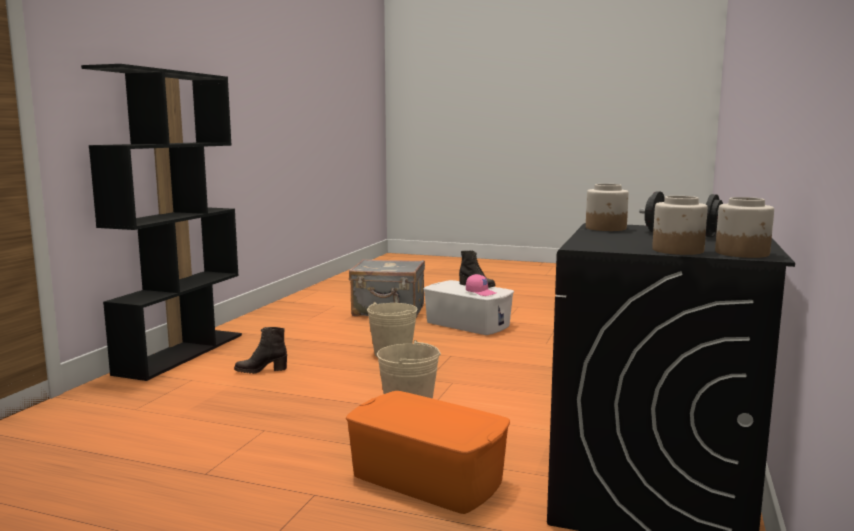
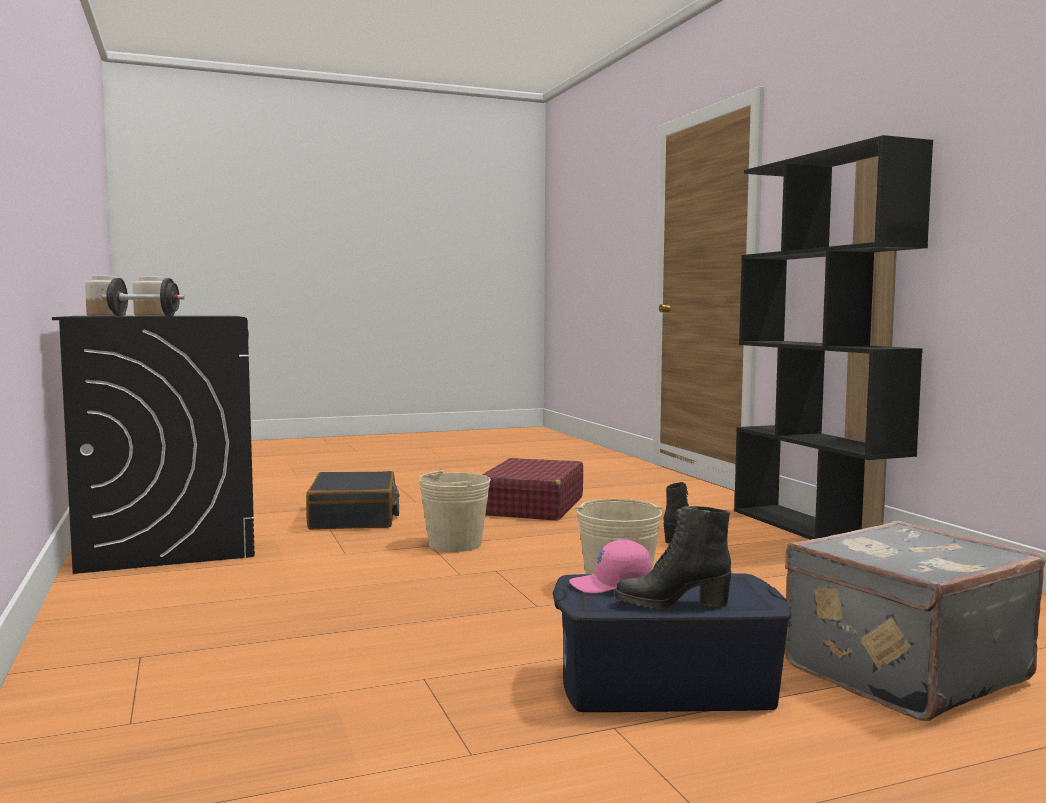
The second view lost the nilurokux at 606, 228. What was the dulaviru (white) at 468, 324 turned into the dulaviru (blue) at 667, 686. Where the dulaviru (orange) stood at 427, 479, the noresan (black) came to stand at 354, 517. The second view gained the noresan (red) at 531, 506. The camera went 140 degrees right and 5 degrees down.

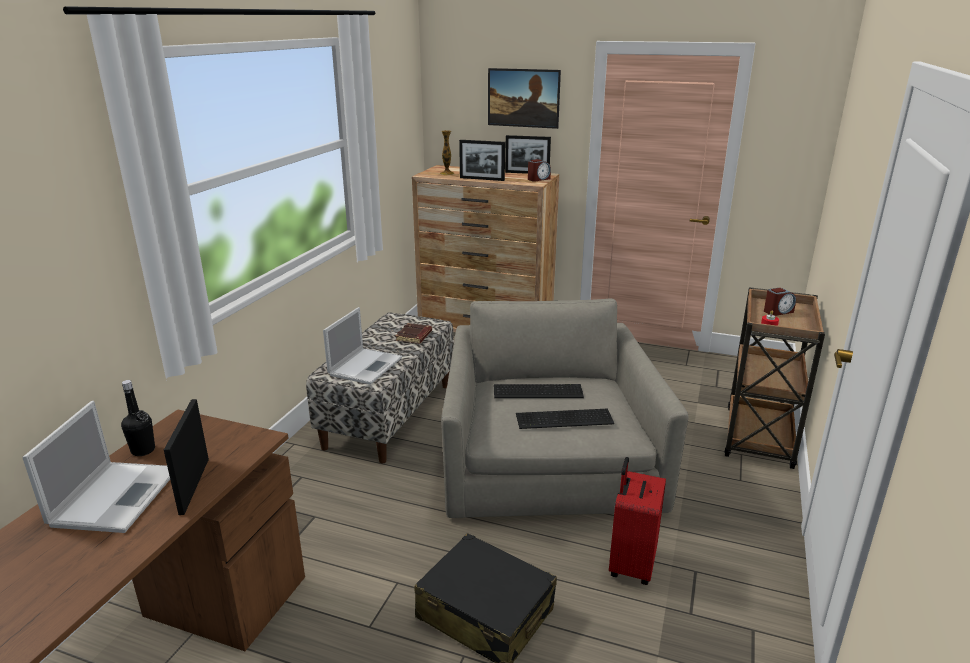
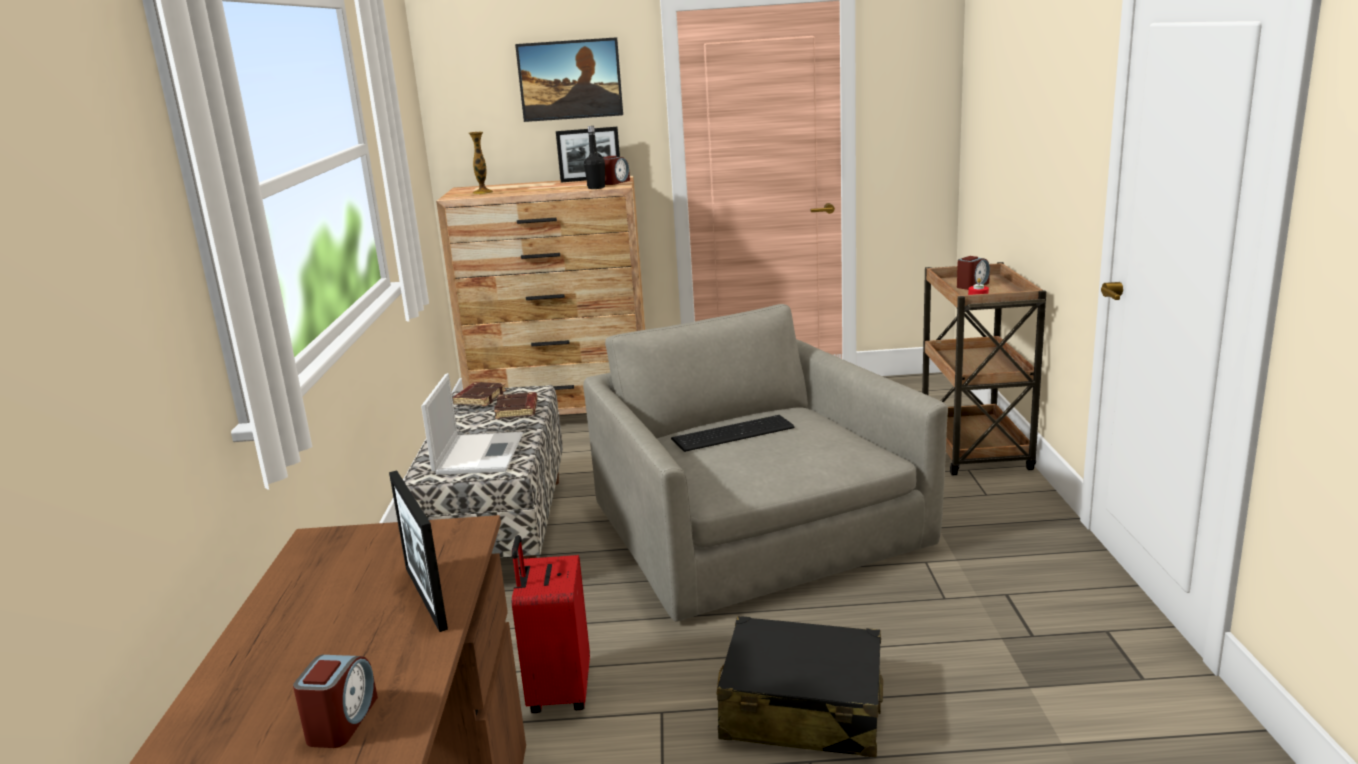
The second view lost the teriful at 482, 179. The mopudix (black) ended up elsewhere, having gone from 143, 450 to 596, 188. The second view lost the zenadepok at 117, 495. The second view lost the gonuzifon at 565, 419. The noresan (red) ended up elsewhere, having gone from 630, 564 to 558, 692. The second view gained the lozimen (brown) at 479, 398. The second view gained the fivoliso at 341, 721. The camera went 20 degrees left and 5 degrees down.

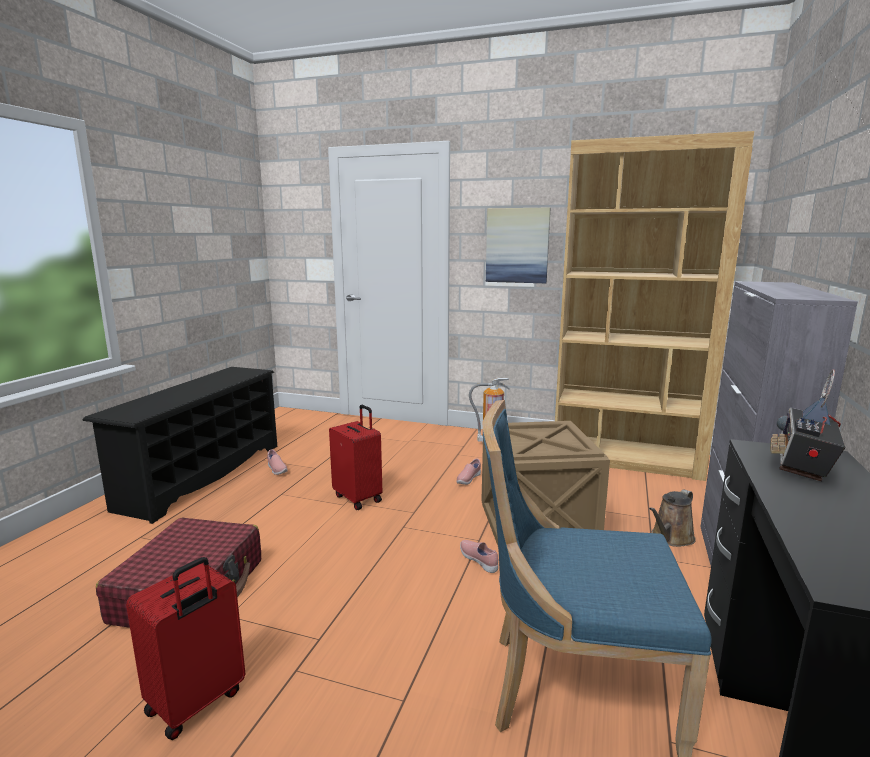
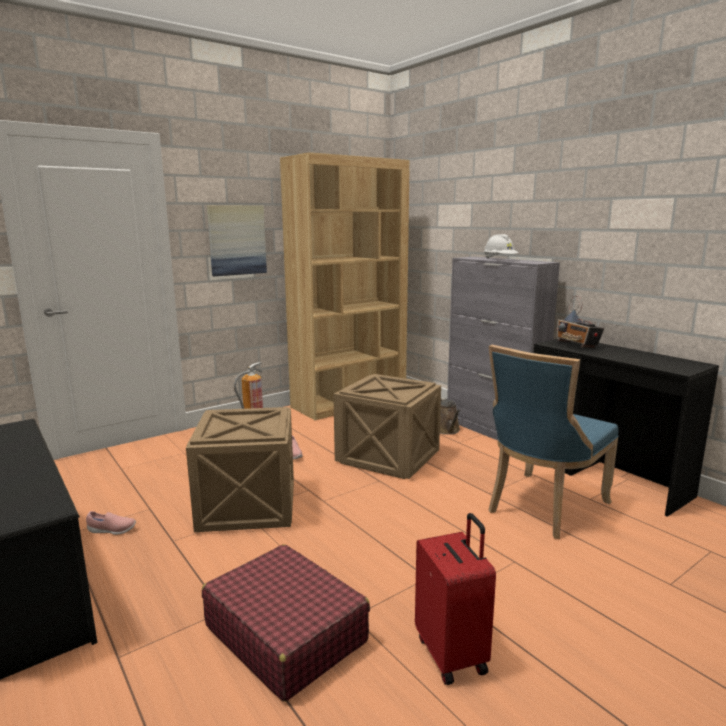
Where the noresan (red) stood at 359, 498, the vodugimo came to stand at 248, 505. The second view lost the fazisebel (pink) at 479, 561. The second view gained the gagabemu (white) at 499, 259. The camera went 55 degrees left and 0 degrees up.

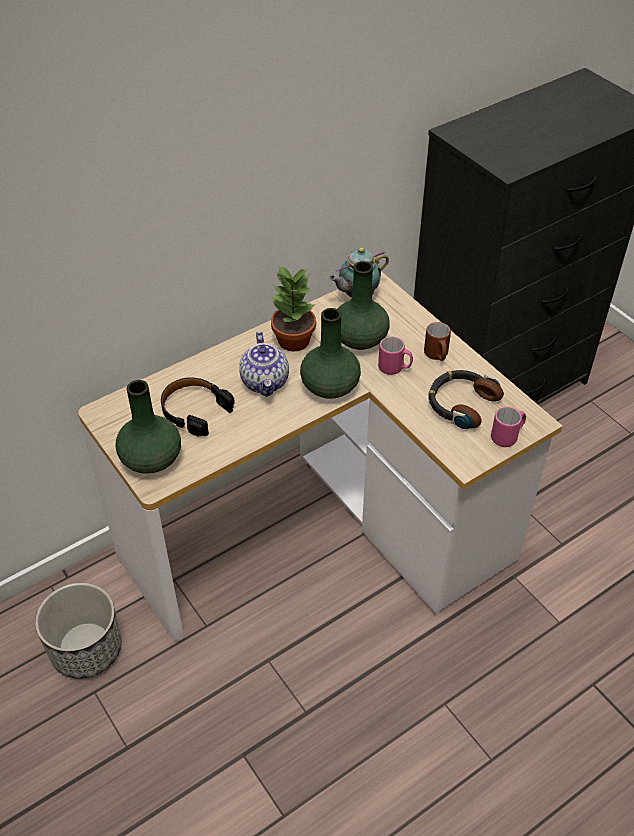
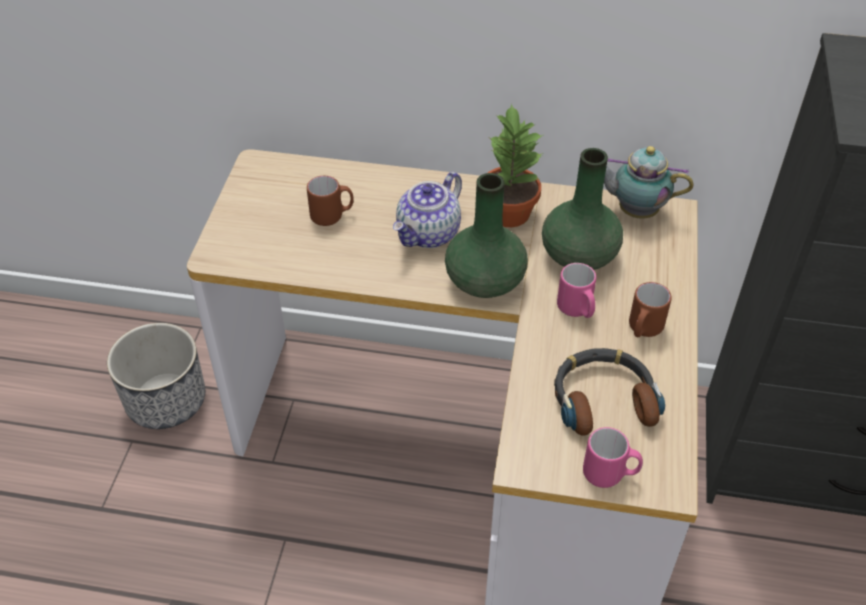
Where the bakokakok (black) stood at 194, 410, the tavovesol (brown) came to stand at 332, 216. The second view lost the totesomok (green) at 151, 458. The camera went 45 degrees right and 0 degrees up.

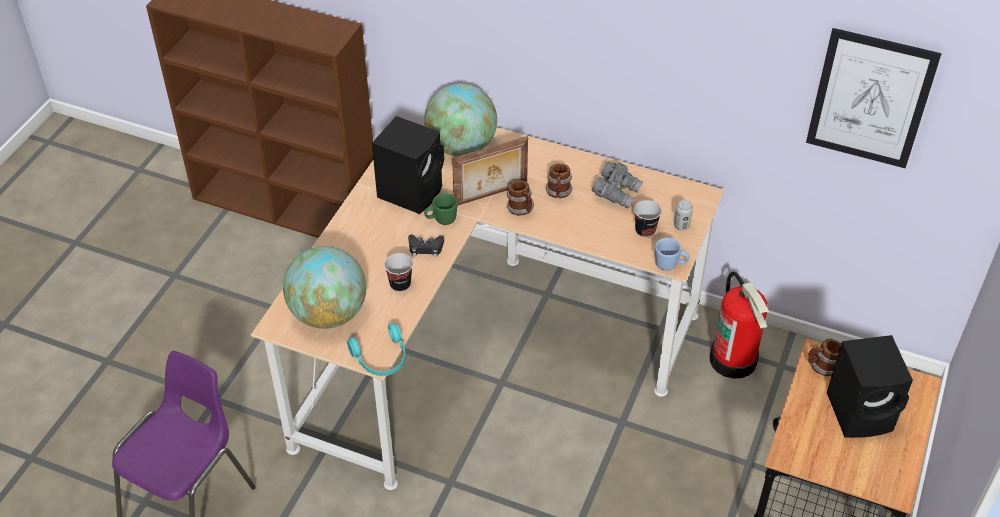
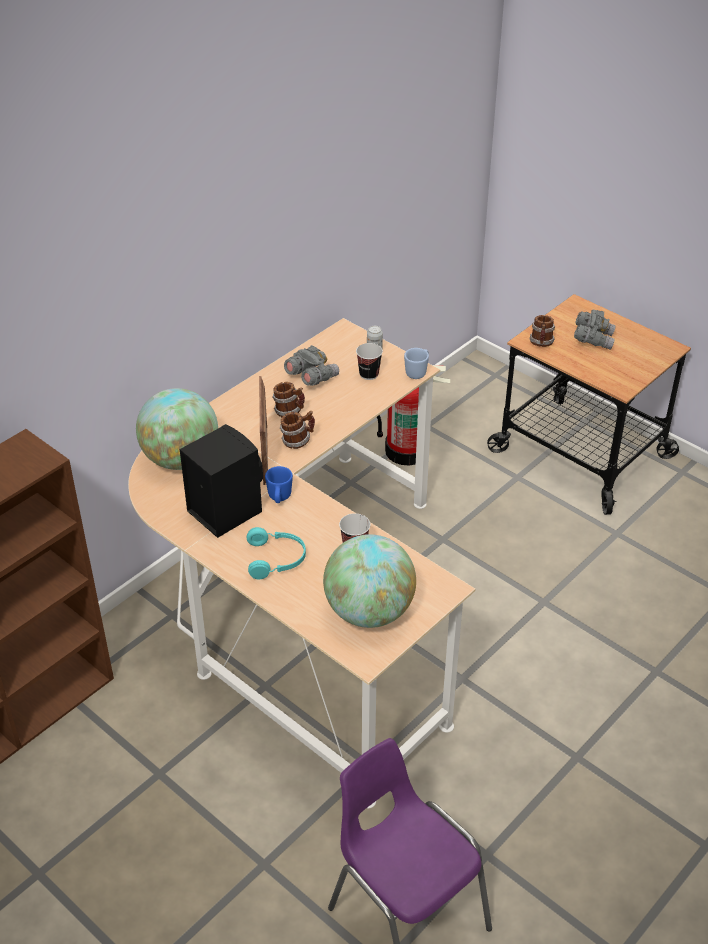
The second view lost the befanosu at 870, 99. What was the tavovesol (green) at 441, 220 turned into the tavovesol (blue) at 279, 498. The second view lost the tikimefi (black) at 425, 248. The bakokakok (turquoise) ended up elsewhere, having gone from 381, 358 to 276, 559. Where the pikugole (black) stood at 862, 412, the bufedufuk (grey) came to stand at 593, 339. The camera went 70 degrees left and 5 degrees down.

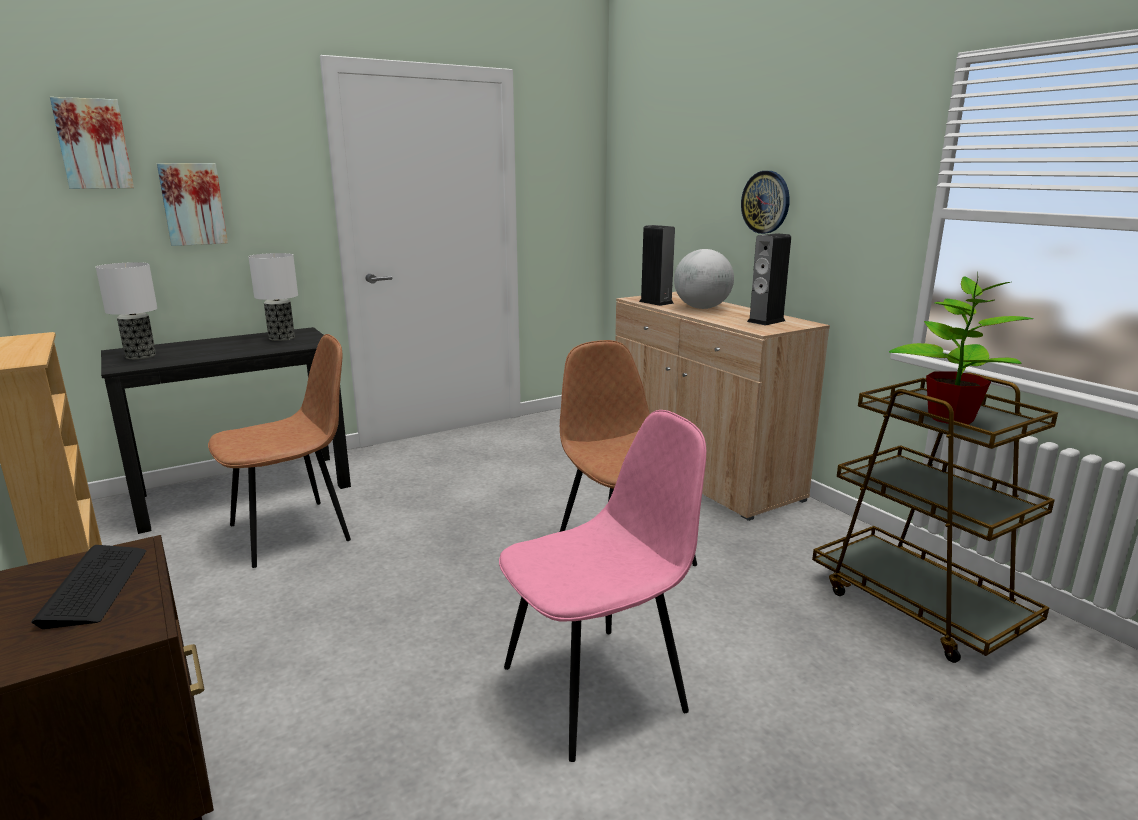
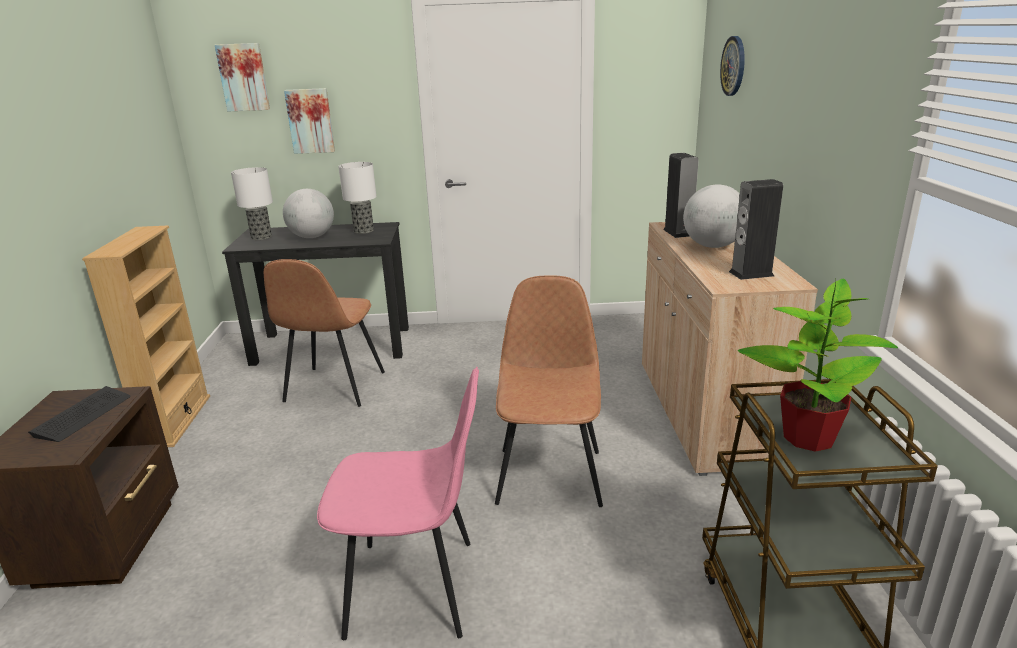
The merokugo ended up elsewhere, having gone from 766, 202 to 734, 66. The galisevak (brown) at 293, 532 ended up facing another way, 105 degrees clockwise from before. The second view gained the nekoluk at 312, 237. The camera went 30 degrees right and 5 degrees up.

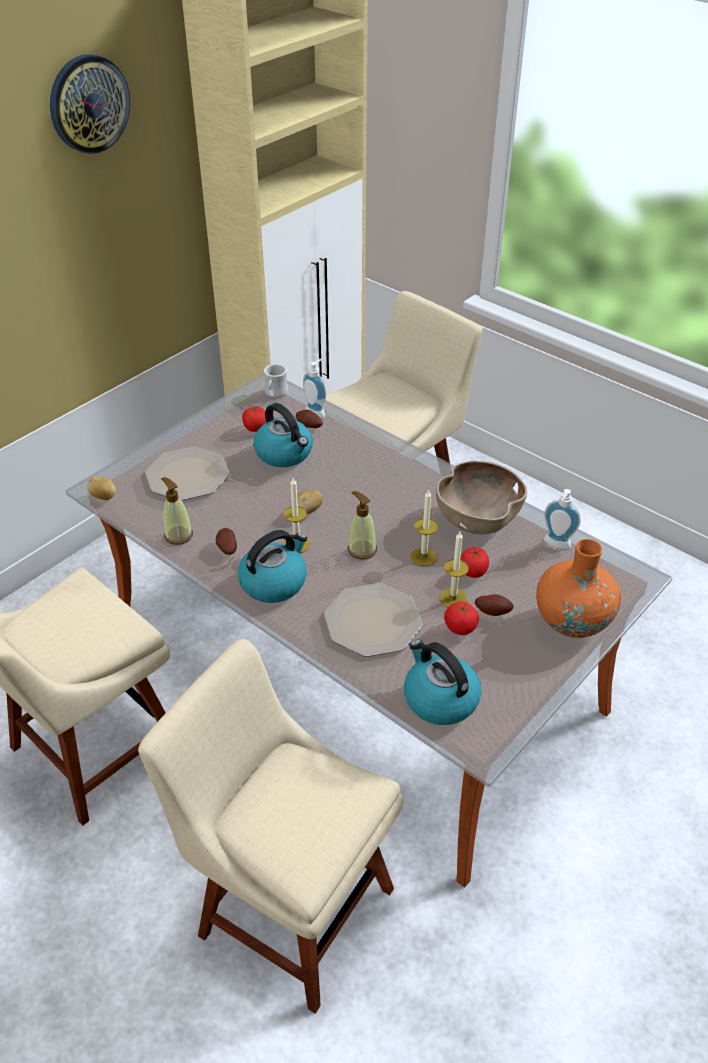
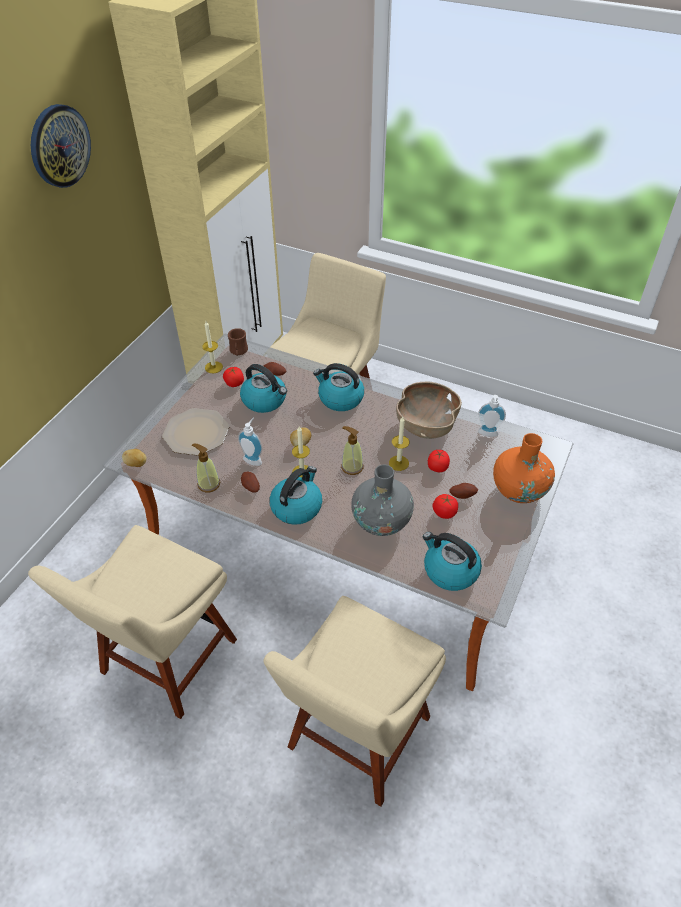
The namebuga ended up elsewhere, having gone from 317, 411 to 254, 459. What was the tavovesol (white) at 275, 394 turned into the tavovesol (brown) at 238, 352. The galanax ended up elsewhere, having gone from 453, 598 to 213, 367. Where the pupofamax stood at 374, 621, the totesomok (grey) came to stand at 381, 521. The galisevak (beige) at 289, 906 ended up facing another way, 75 degrees counterclockwise from before. The second view gained the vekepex at 340, 398. The camera went 15 degrees left and 5 degrees up.

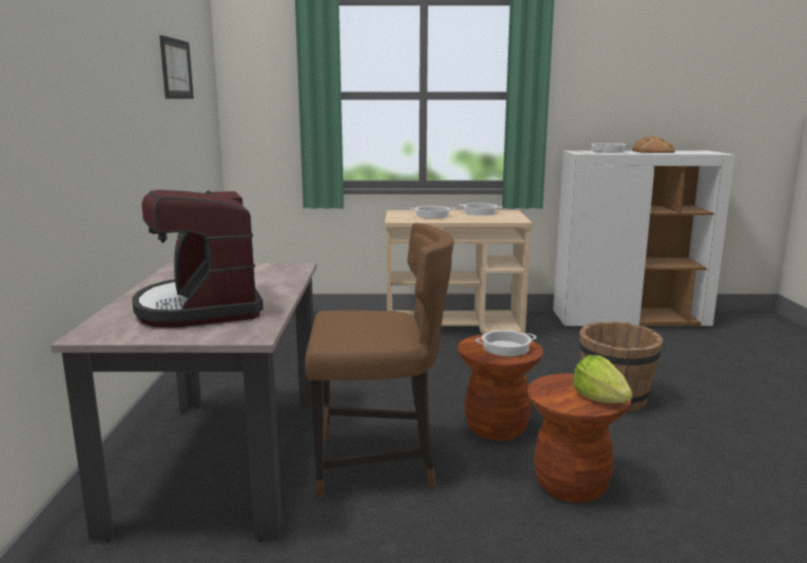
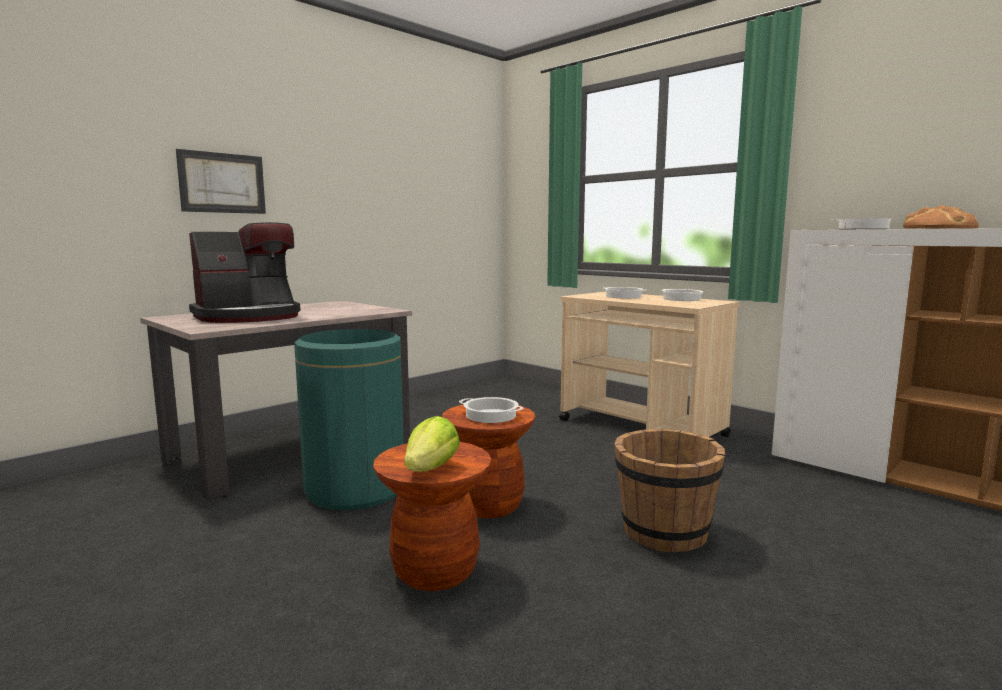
The befanosu ended up elsewhere, having gone from 176, 69 to 222, 183. The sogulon at 201, 308 ended up facing another way, 150 degrees counterclockwise from before. Where the galisevak (brown) stood at 379, 464, the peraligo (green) came to stand at 355, 489. The camera went 45 degrees right and 5 degrees down.

